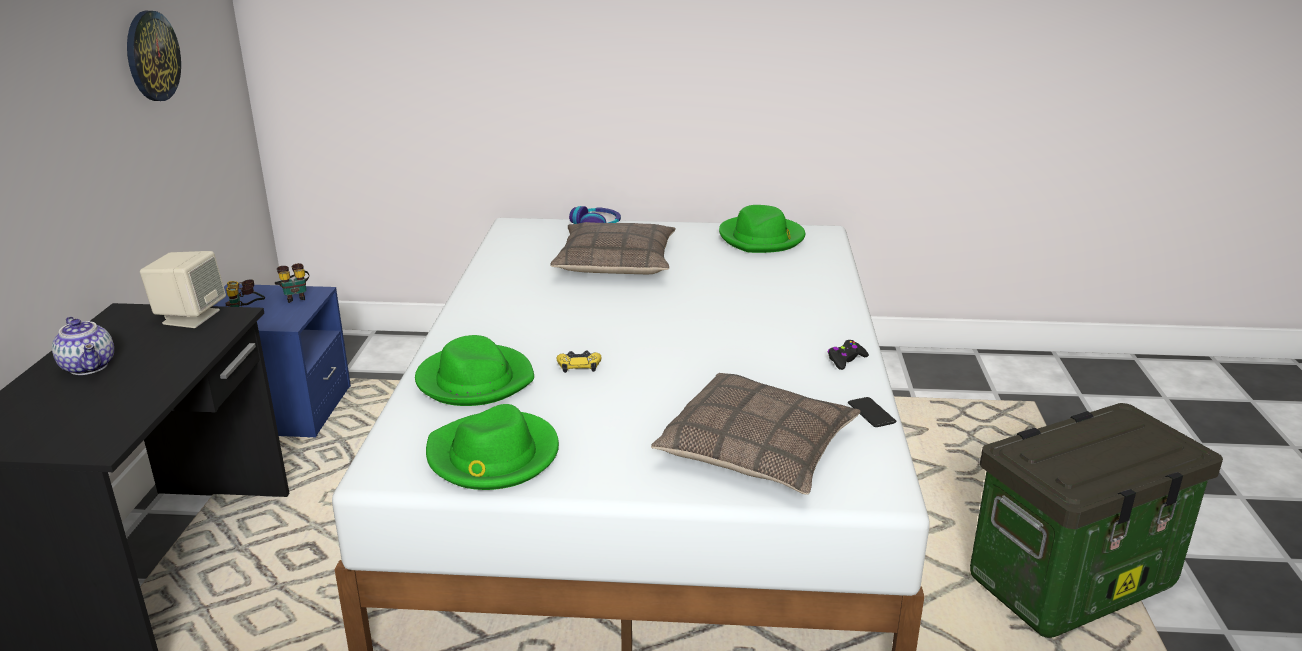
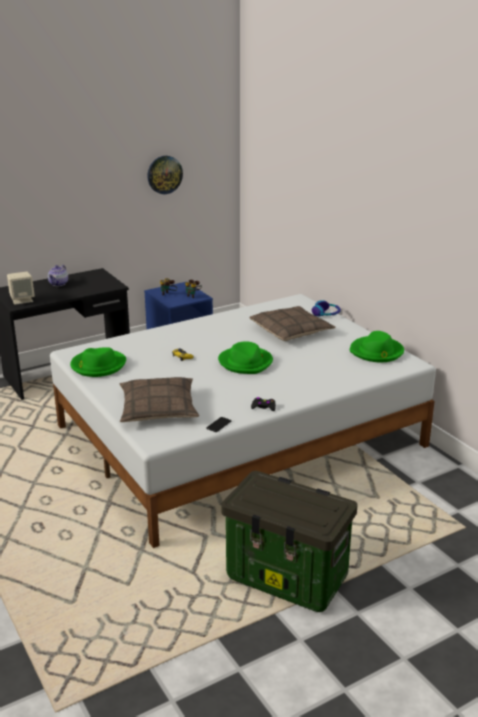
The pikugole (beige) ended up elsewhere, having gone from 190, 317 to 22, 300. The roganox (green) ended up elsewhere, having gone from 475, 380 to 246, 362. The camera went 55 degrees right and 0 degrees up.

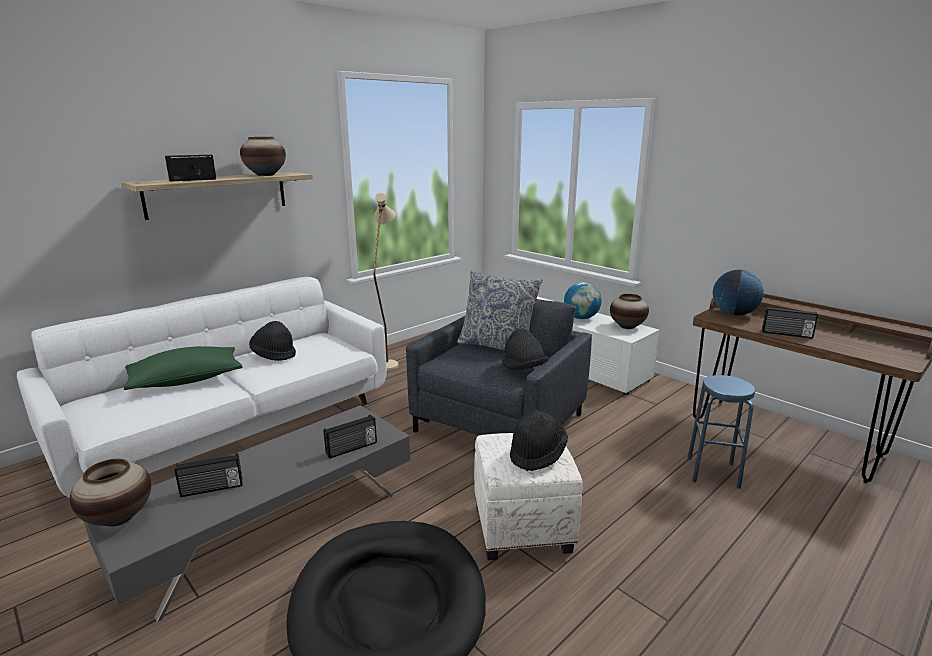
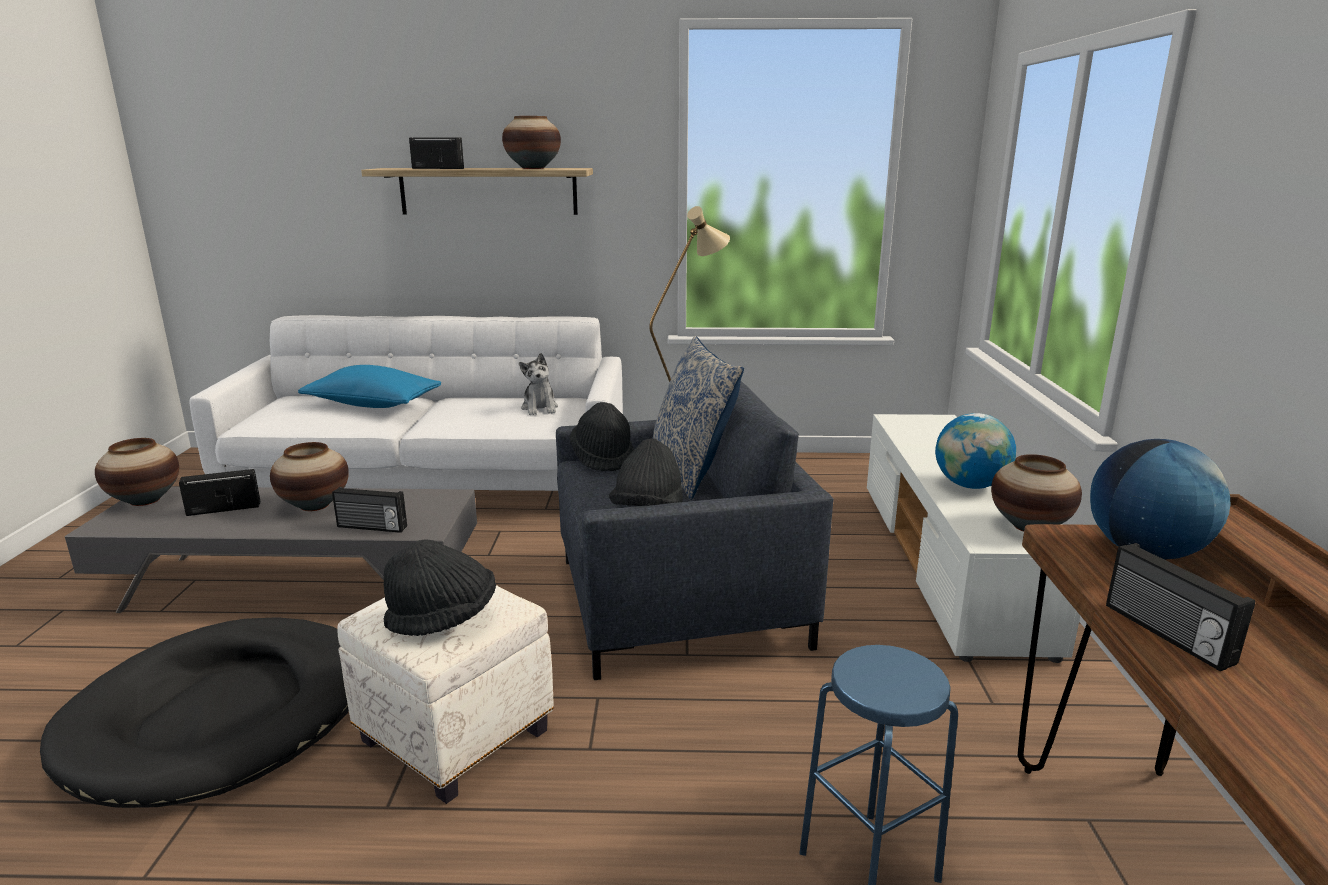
The roganox (black) ended up elsewhere, having gone from 274, 355 to 603, 458. What was the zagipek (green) at 186, 380 turned into the zagipek (blue) at 373, 405. The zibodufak at 212, 489 ended up facing another way, 135 degrees clockwise from before. The second view gained the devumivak at 540, 408. The second view gained the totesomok at 314, 506. The camera went 45 degrees right and 0 degrees up.

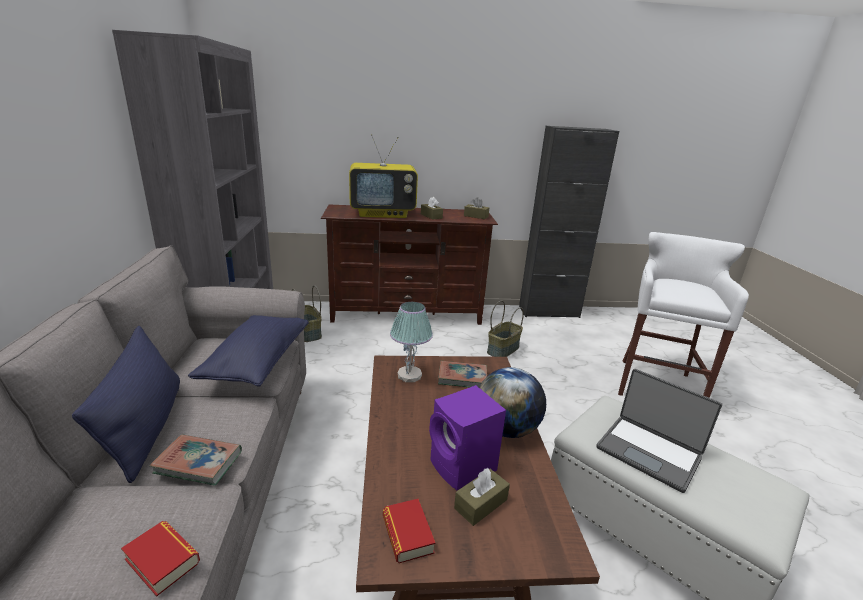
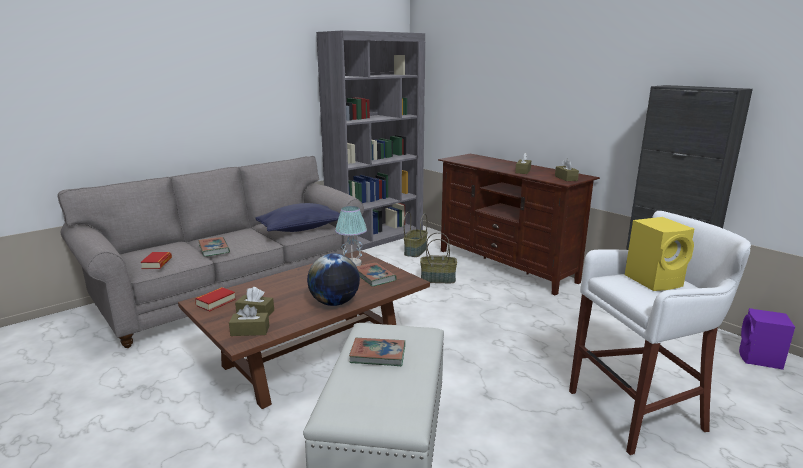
The second view lost the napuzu at 383, 214. The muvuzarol ended up elsewhere, having gone from 502, 349 to 438, 279. The second view lost the zagipek (blue) at 146, 427. Where the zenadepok stood at 649, 452, the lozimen came to stand at 378, 355. The pikugole (purple) ended up elsewhere, having gone from 463, 467 to 760, 359. The second view gained the pikugole (yellow) at 655, 281. The second view gained the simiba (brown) at 250, 331. The camera went 55 degrees right and 5 degrees down.

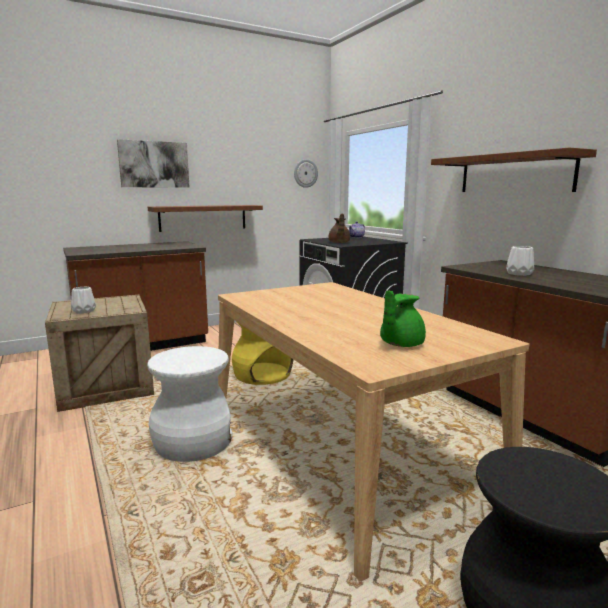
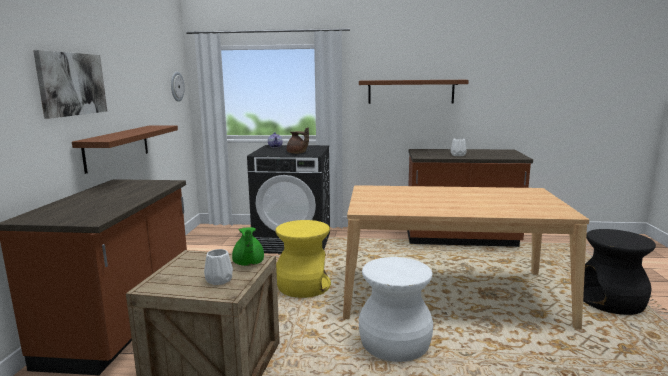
The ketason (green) ended up elsewhere, having gone from 400, 344 to 248, 263. The camera went 55 degrees left and 0 degrees up.

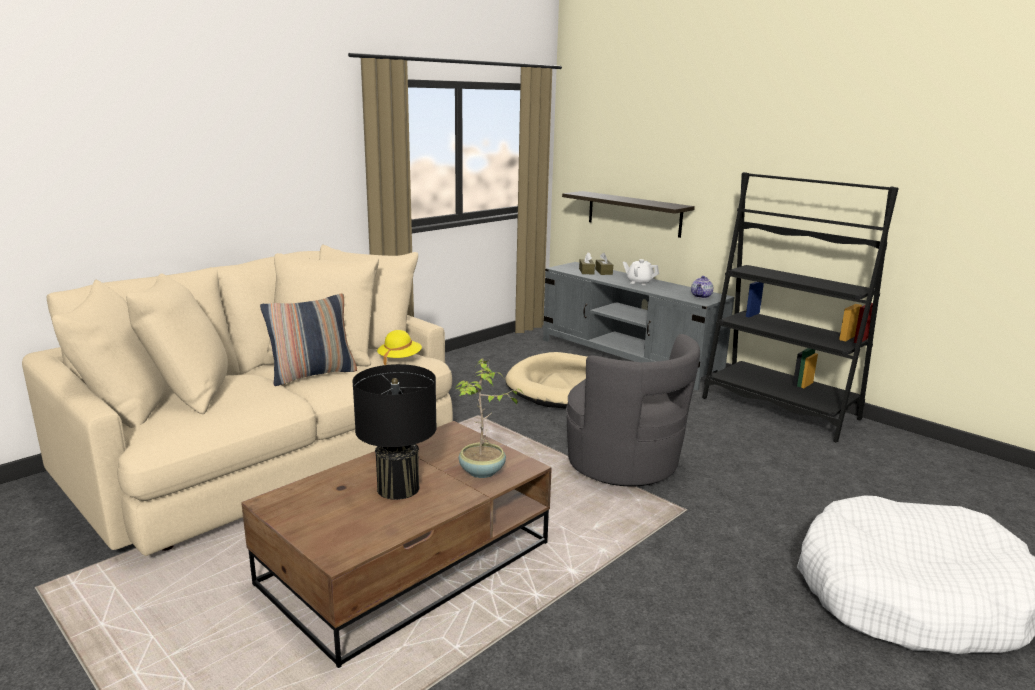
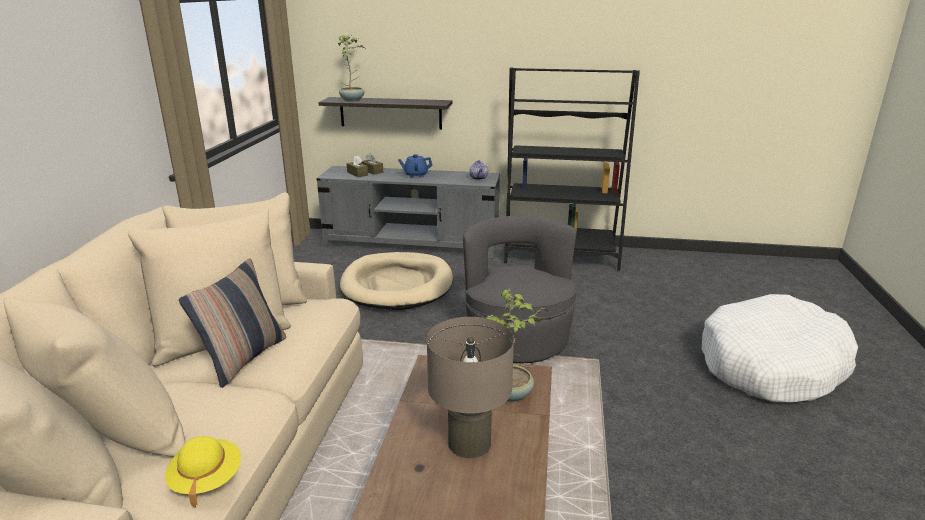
What was the ketason (white) at 639, 282 turned into the ketason (blue) at 415, 175. The roganox (yellow) ended up elsewhere, having gone from 399, 359 to 206, 479. The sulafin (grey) at 624, 464 ended up facing another way, 120 degrees counterclockwise from before. What was the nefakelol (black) at 398, 488 turned into the nefakelol (beige) at 469, 443. The second view gained the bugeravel at 352, 100. The camera went 35 degrees left and 5 degrees up.

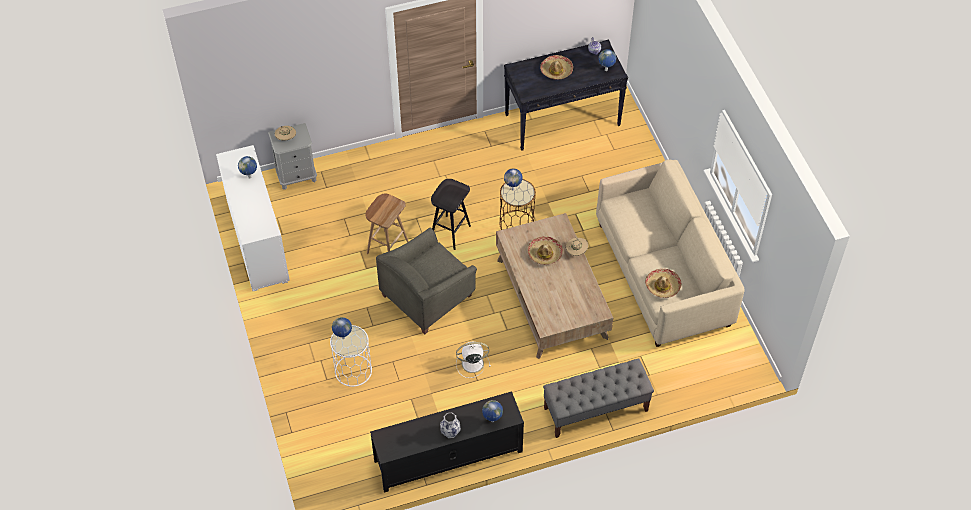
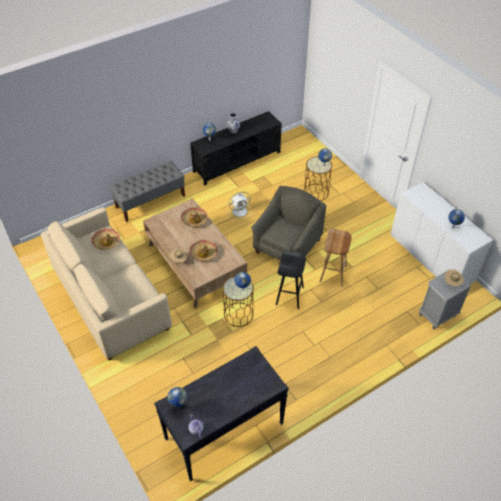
The roganox ended up elsewhere, having gone from 556, 71 to 194, 220. What was the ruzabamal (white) at 353, 370 turned into the ruzabamal (brown) at 316, 192. The camera went 165 degrees right and 5 degrees down.

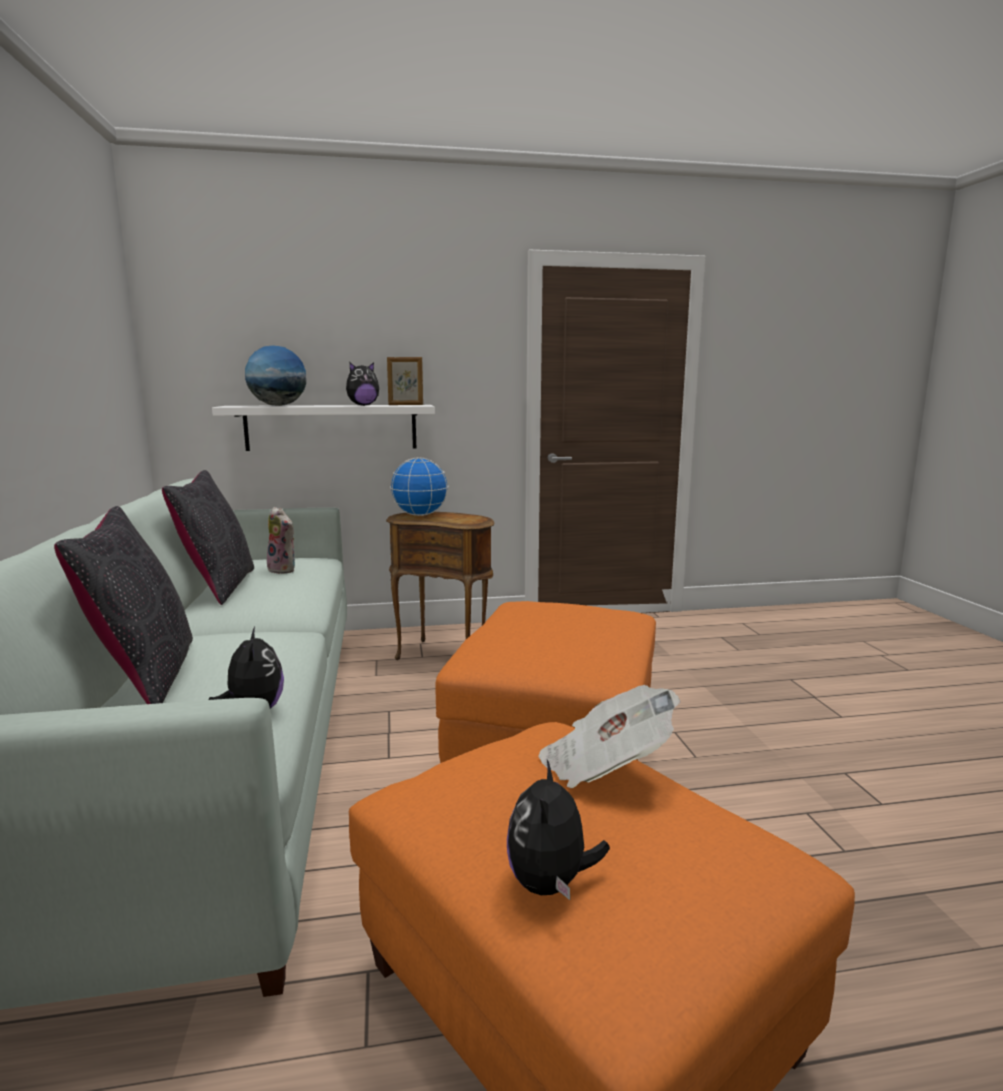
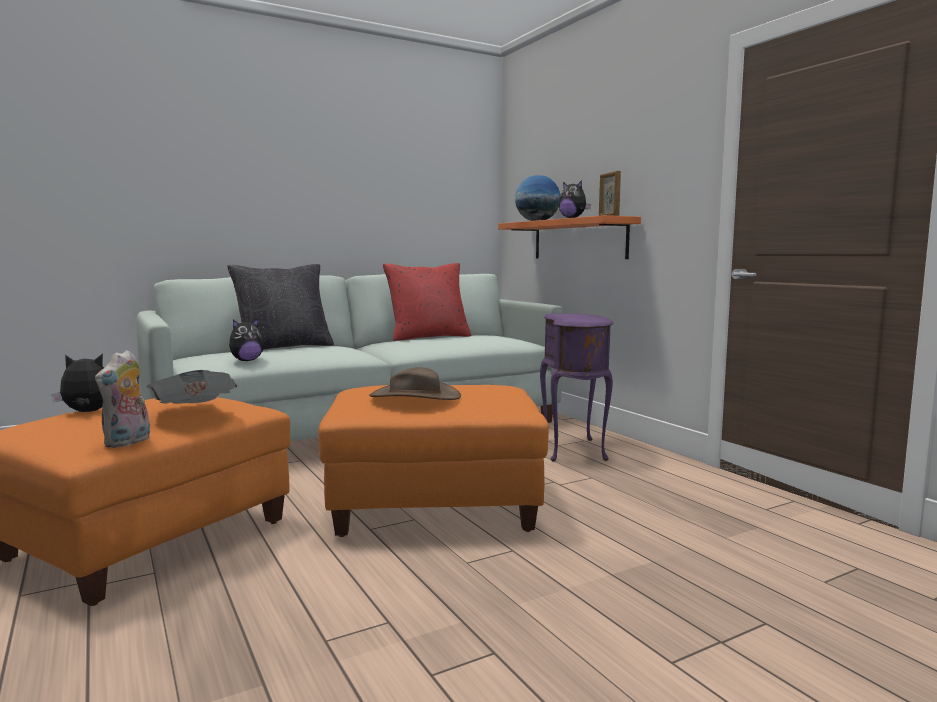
What was the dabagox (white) at 331, 427 turned into the dabagox (orange) at 578, 239. The second view lost the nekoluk at 419, 515. What was the zagipek (black) at 218, 586 turned into the zagipek (red) at 428, 337. The devumivak ended up elsewhere, having gone from 284, 570 to 128, 442. What was the ruzabamal (brown) at 444, 653 turned into the ruzabamal (purple) at 575, 450. The second view gained the roganox (brown) at 415, 396. The camera went 70 degrees right and 5 degrees down.

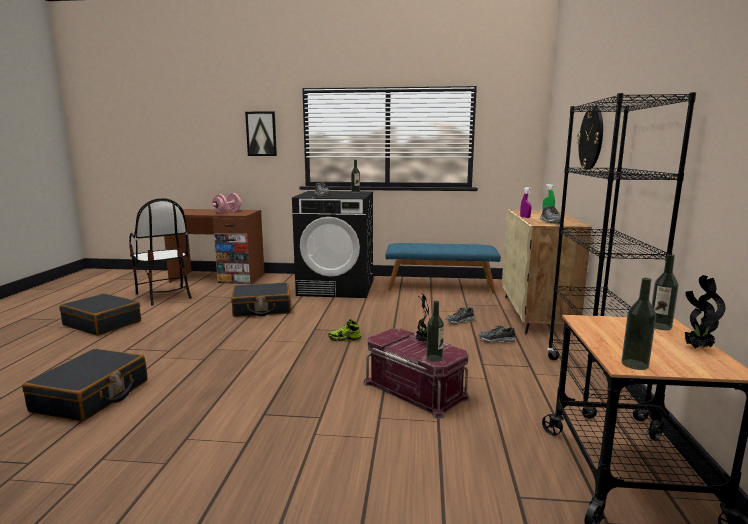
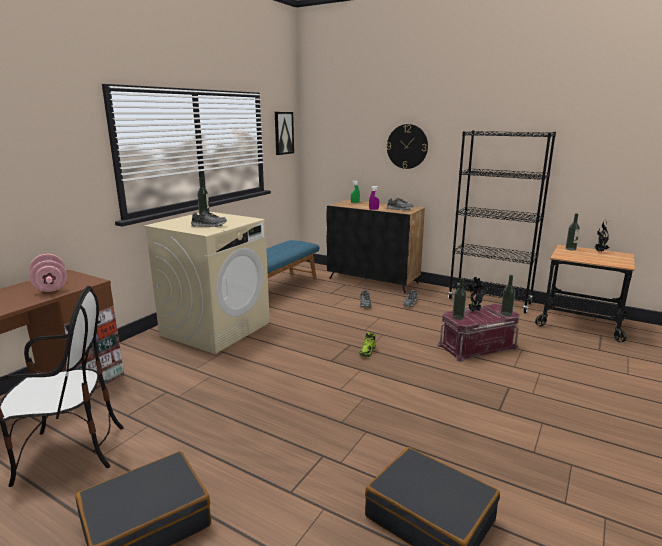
The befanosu ended up elsewhere, having gone from 261, 134 to 283, 133. What was the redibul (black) at 337, 287 turned into the redibul (beige) at 216, 328. What was the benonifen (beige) at 536, 314 turned into the benonifen (black) at 373, 280. The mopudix ended up elsewhere, having gone from 634, 364 to 458, 317. The second view lost the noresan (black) at 262, 309. The camera went 65 degrees left and 5 degrees up.

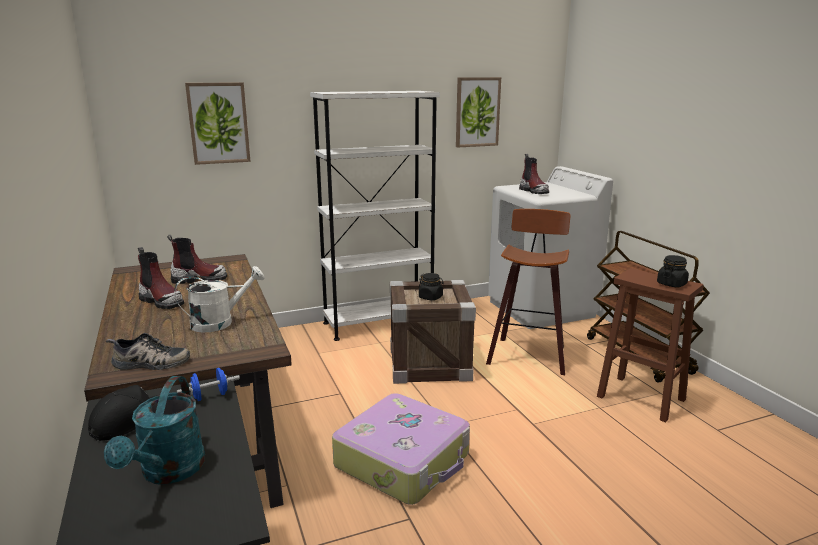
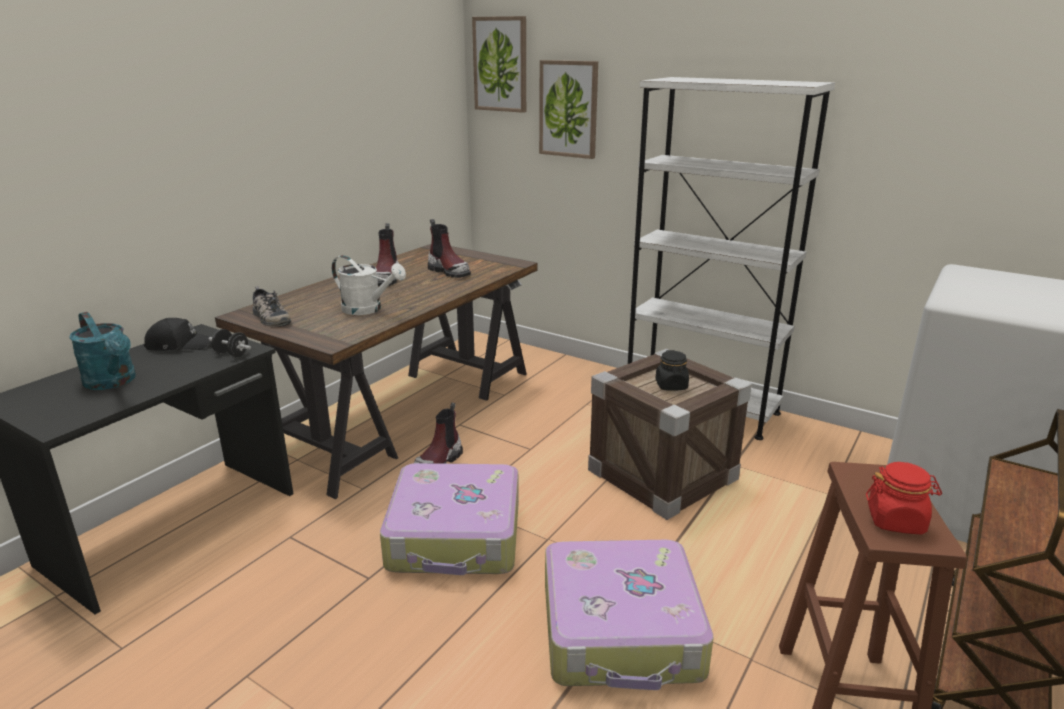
The befanosu ended up elsewhere, having gone from 477, 112 to 500, 64. The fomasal ended up elsewhere, having gone from 534, 191 to 439, 462. The second view lost the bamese at 528, 354. What was the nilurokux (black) at 671, 284 turned into the nilurokux (red) at 896, 520. What was the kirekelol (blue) at 210, 396 turned into the kirekelol (black) at 232, 354. The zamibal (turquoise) at 168, 472 ended up facing another way, 105 degrees counterclockwise from before. The second view gained the noresan at 622, 631. The camera went 55 degrees right and 5 degrees up.

